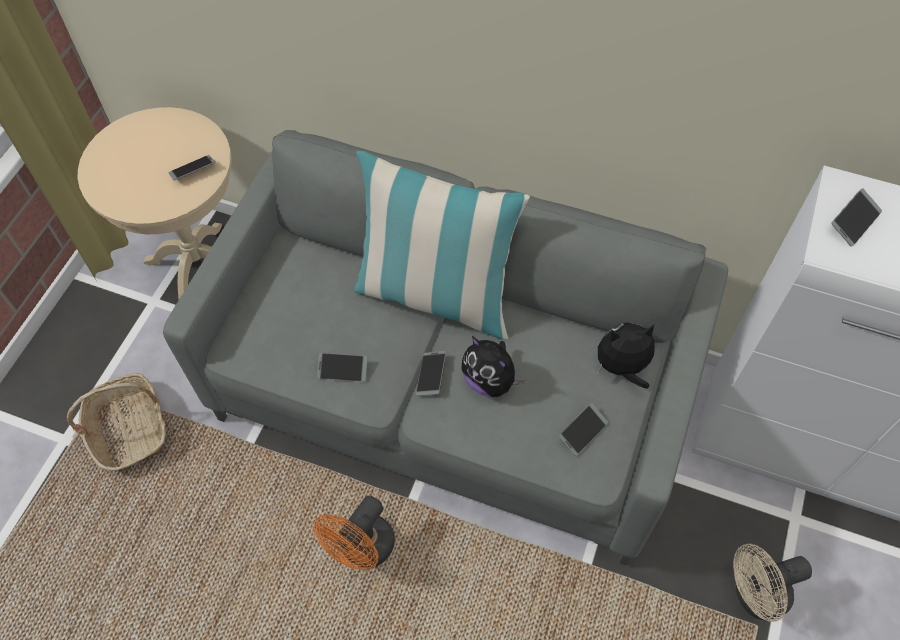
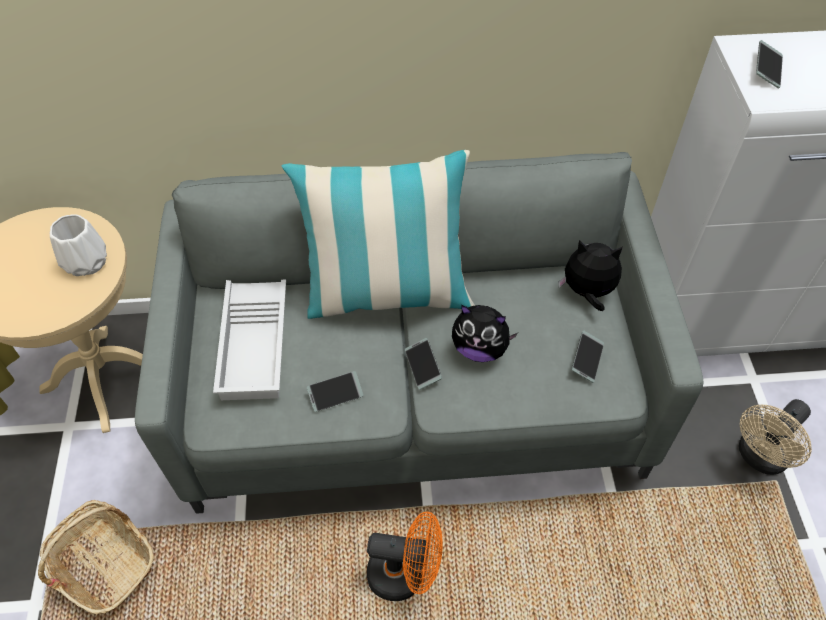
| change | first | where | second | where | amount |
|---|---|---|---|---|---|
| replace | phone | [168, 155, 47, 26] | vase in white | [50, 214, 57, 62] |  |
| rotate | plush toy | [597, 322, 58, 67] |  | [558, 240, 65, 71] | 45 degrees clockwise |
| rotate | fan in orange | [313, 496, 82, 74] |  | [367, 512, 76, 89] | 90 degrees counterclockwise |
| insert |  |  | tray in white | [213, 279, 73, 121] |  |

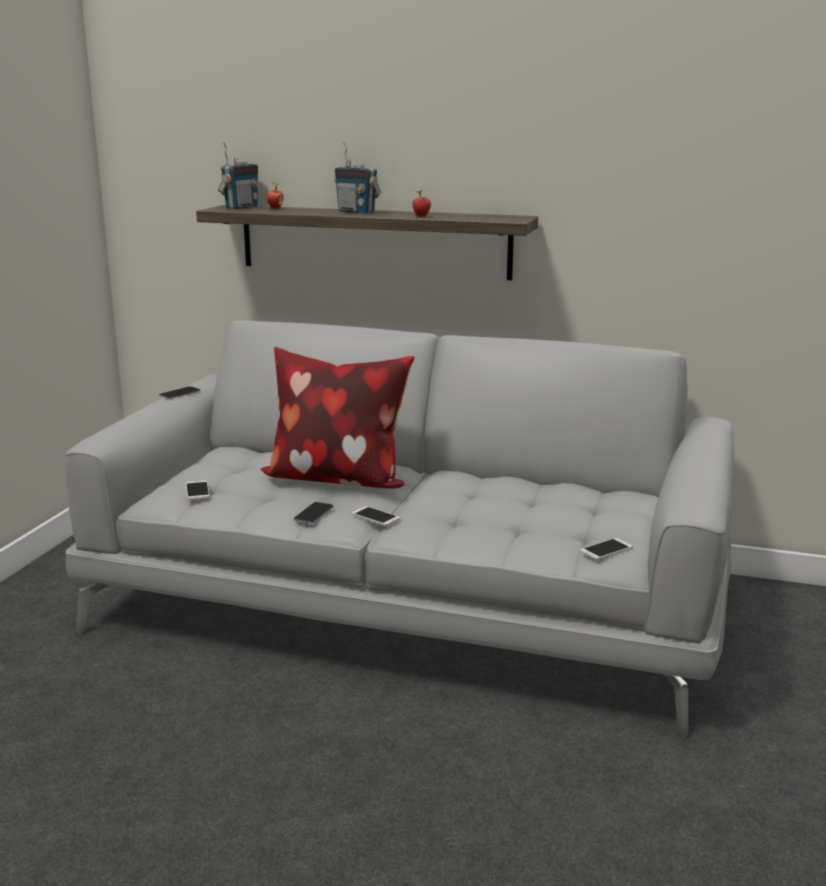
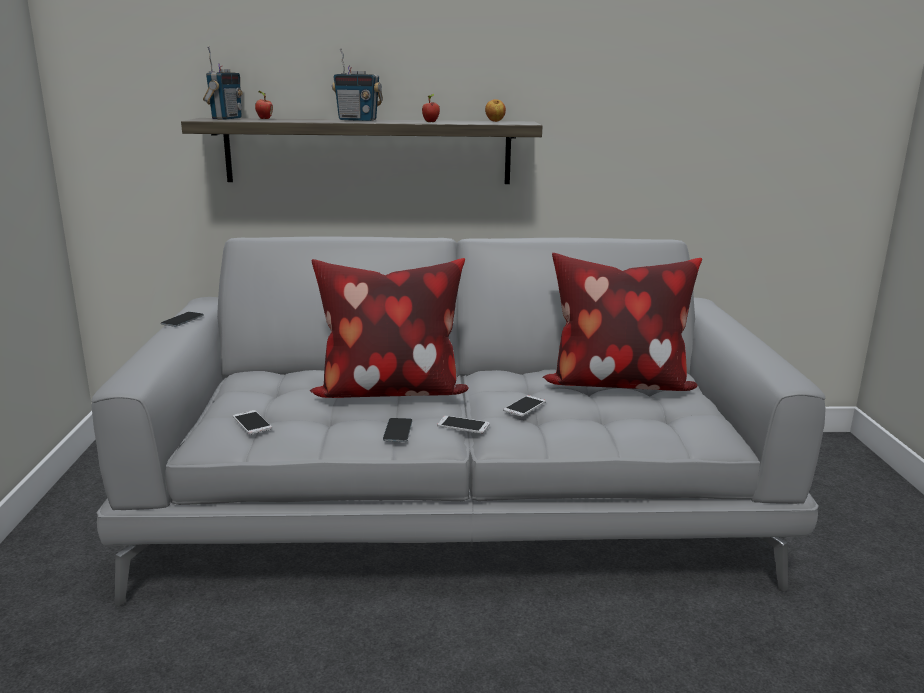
| change | first | where | second | where | amount |
|---|---|---|---|---|---|
| move | phone | [580, 538, 53, 22] |  | [503, 395, 43, 22] |  |
| insert |  |  | apple | [485, 99, 21, 23] |  |
| insert |  |  | pillow | [542, 253, 160, 138] |  |

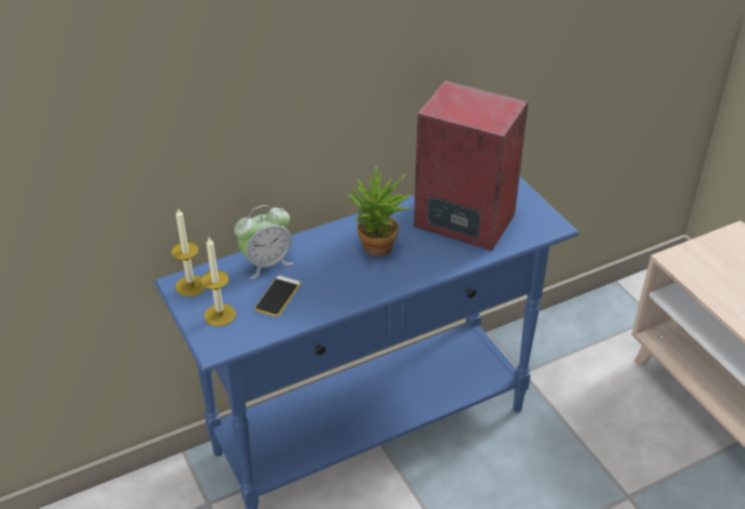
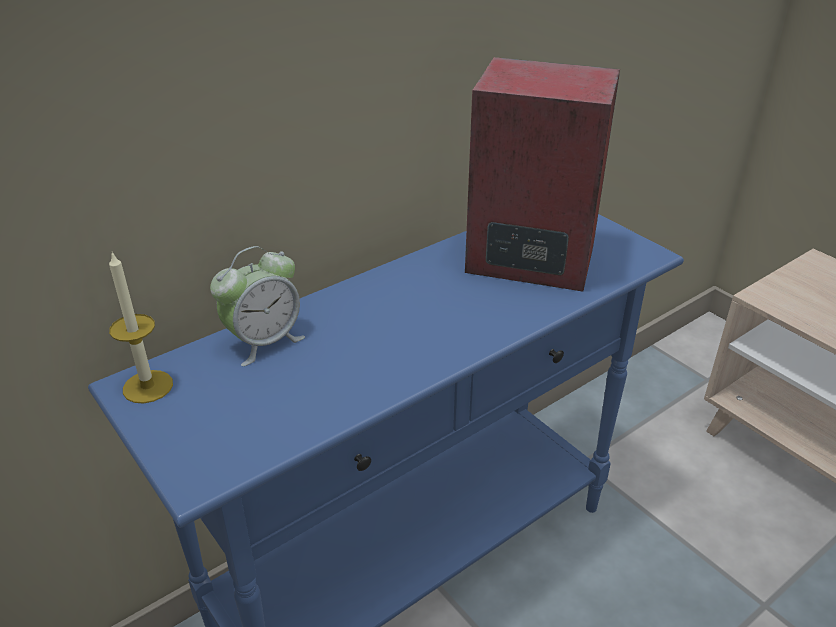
| change | first | where | second | where | amount |
|---|---|---|---|---|---|
| delete | potted plant | [348, 166, 63, 91] |  |  |  |
| delete | candle | [201, 237, 35, 90] |  |  |  |
| delete | phone | [255, 276, 46, 41] |  |  |  |

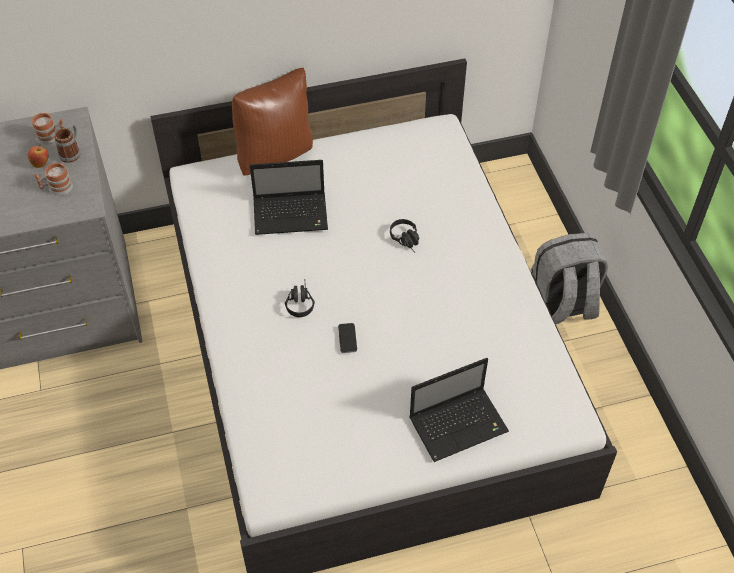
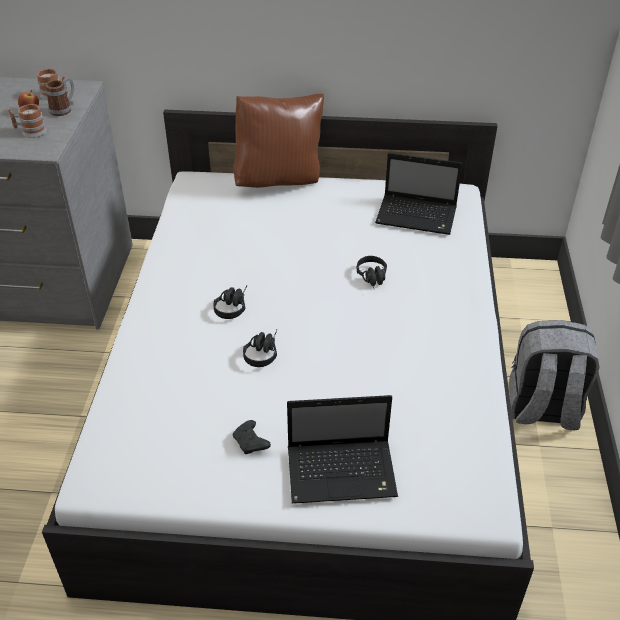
| change | first | where | second | where | amount |
|---|---|---|---|---|---|
| move | laptop | [250, 160, 78, 75] |  | [375, 153, 88, 82] |  |
| replace | phone | [338, 323, 19, 30] | headphones in black | [243, 329, 35, 38] |  |
| insert |  |  | game controller in black | [233, 420, 38, 34] |  |

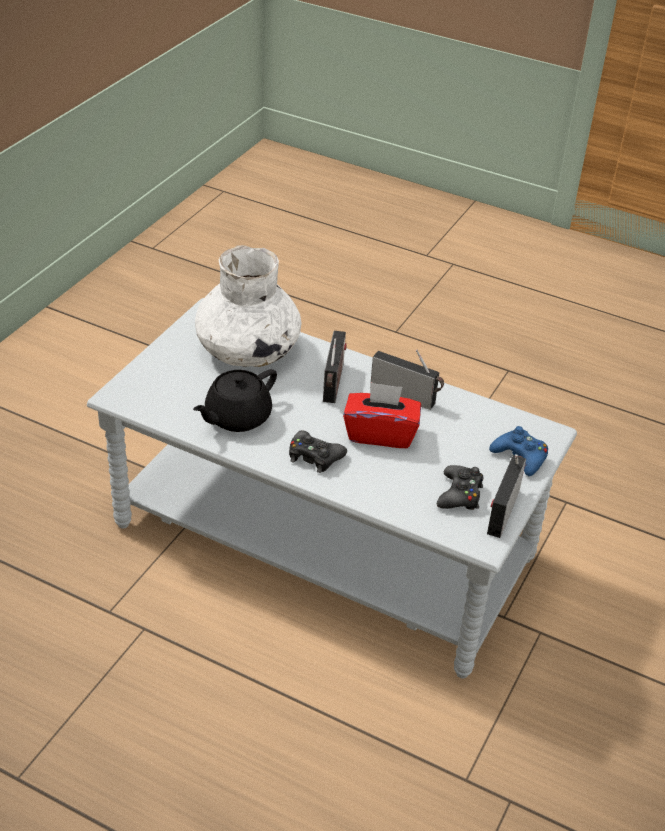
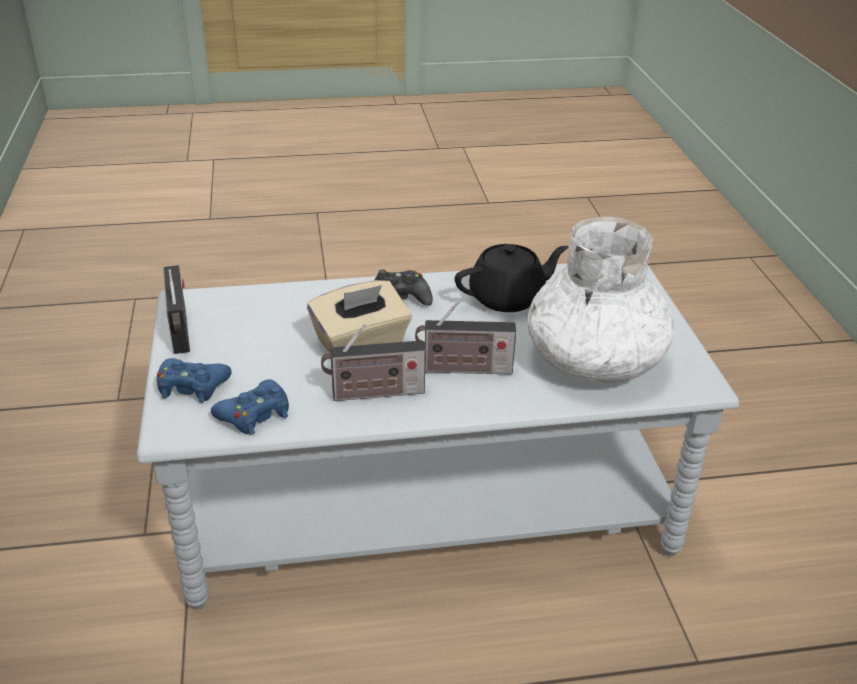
| change | first | where | second | where | amount |
|---|---|---|---|---|---|
| rotate | radio | [323, 331, 24, 72] |  | [415, 300, 101, 74] | 60 degrees counterclockwise |
| rotate | teapot in black | [193, 369, 84, 63] |  | [455, 244, 114, 68] | 60 degrees clockwise |
| recolor | tissue box in red | [343, 382, 78, 66] | tissue box in beige | [307, 280, 105, 73] |  |
| delete | game controller in black | [437, 465, 46, 45] |  |  |  |
| insert |  |  | game controller in blue | [211, 379, 78, 56] |  |

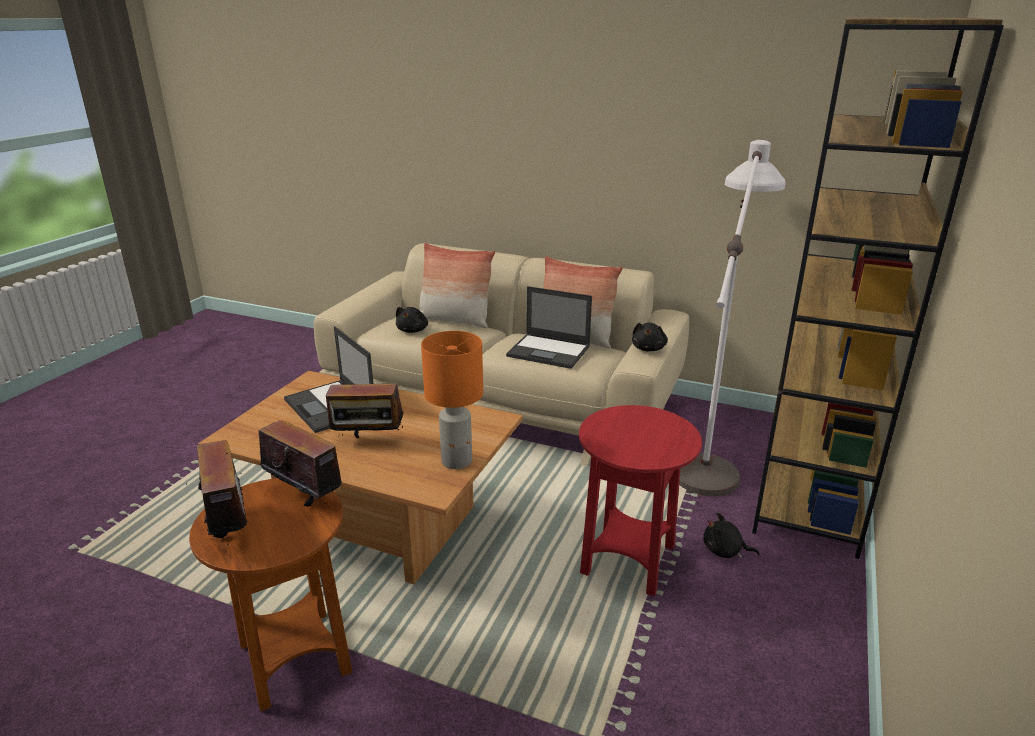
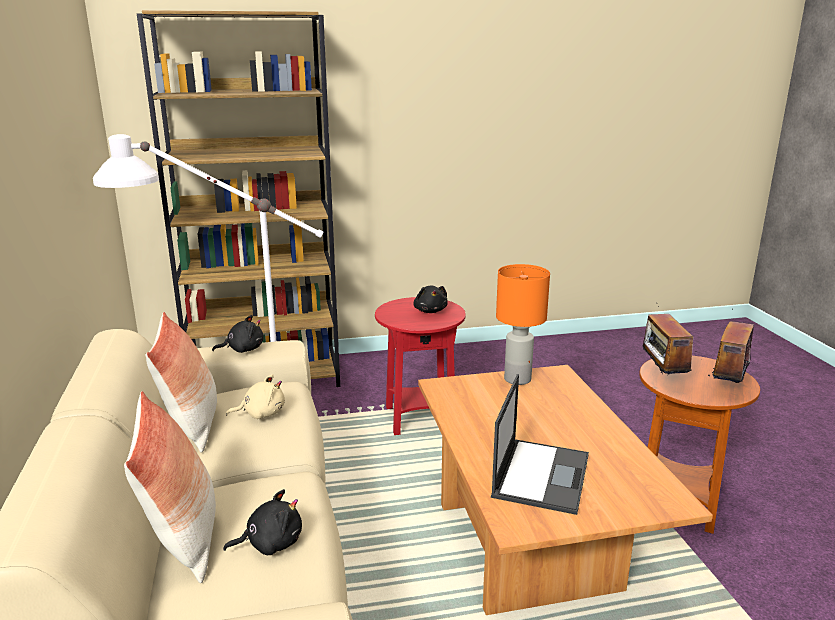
| change | first | where | second | where | amount |
|---|---|---|---|---|---|
| replace | laptop | [506, 286, 86, 83] | plush toy in beige | [226, 374, 59, 45] |  |
| delete | radio | [326, 378, 77, 60] |  |  |  |
| move | plush toy in black | [703, 513, 57, 45] |  | [413, 285, 35, 28] |  |

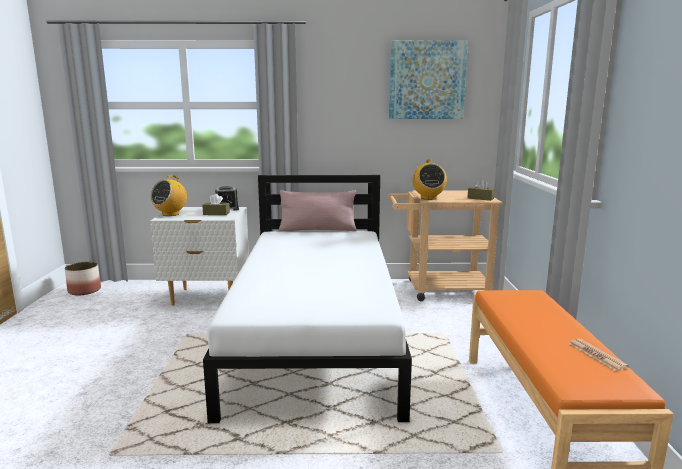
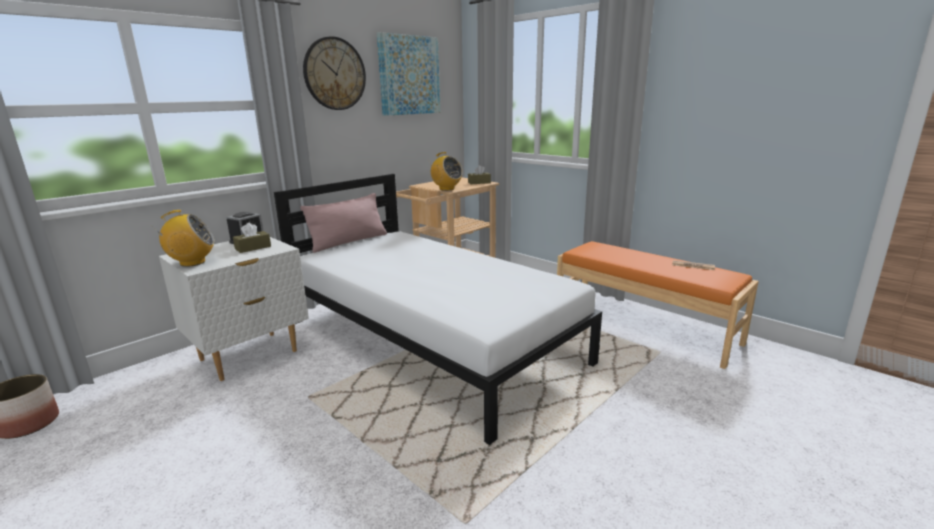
| change | first | where | second | where | amount |
|---|---|---|---|---|---|
| rotate | radio | [151, 175, 36, 41] |  | [152, 210, 63, 57] | 90 degrees counterclockwise |
| insert |  |  | wall clock | [303, 36, 63, 74] |  |

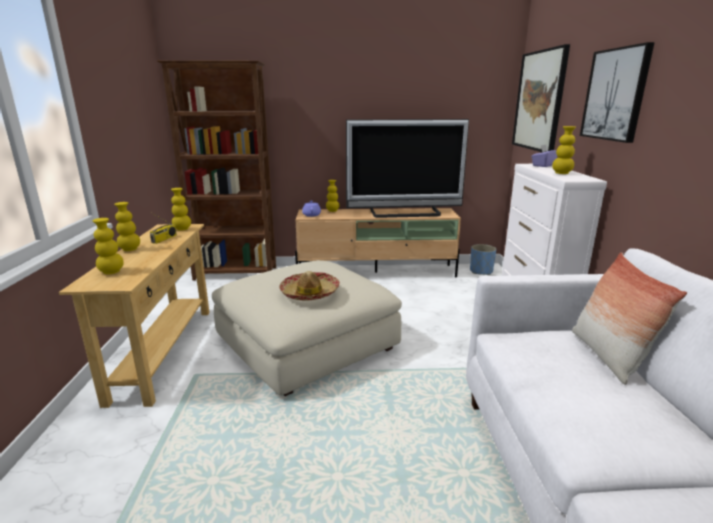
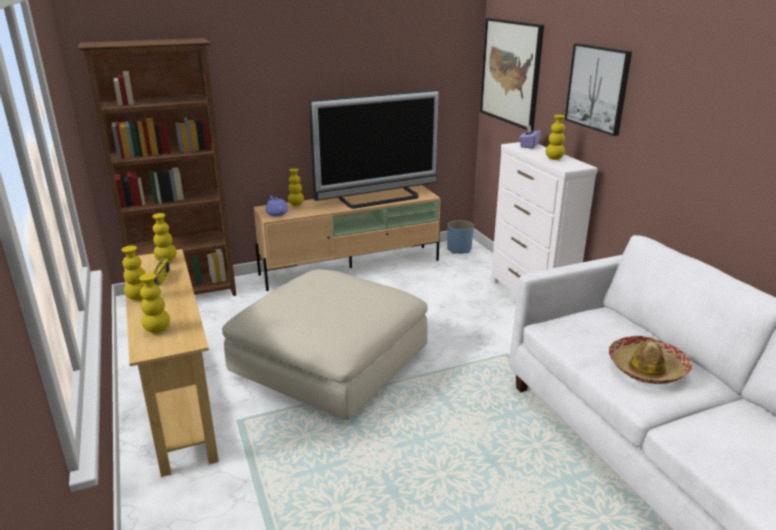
| change | first | where | second | where | amount |
|---|---|---|---|---|---|
| delete | pillow | [572, 252, 115, 133] |  |  |  |
| move | hat | [279, 271, 61, 30] |  | [609, 336, 83, 48] |  |

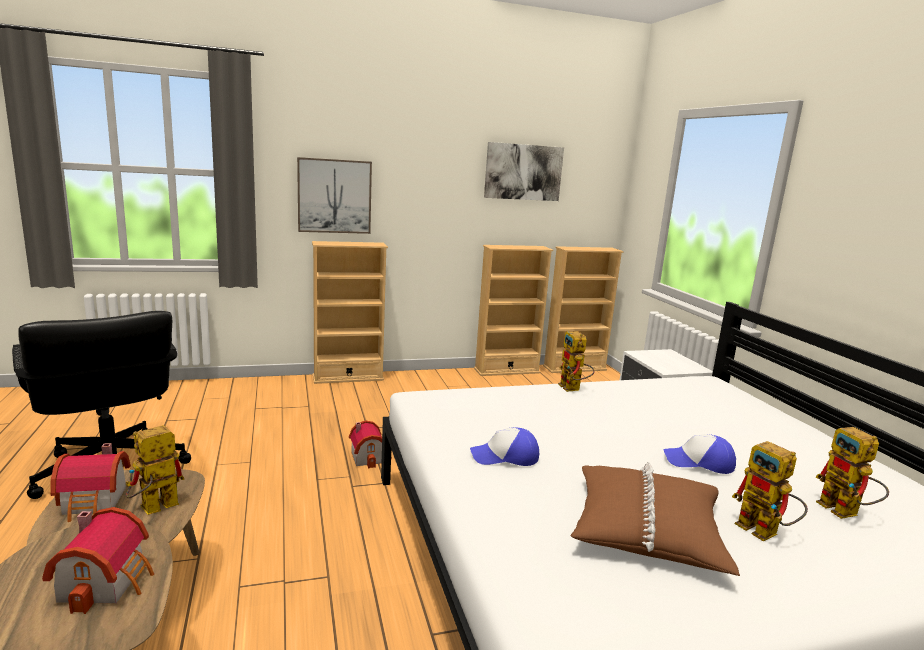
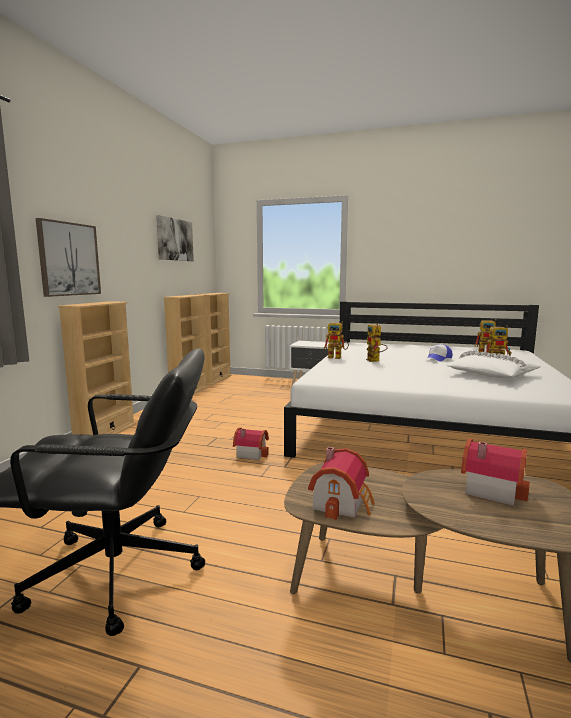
| change | first | where | second | where | amount |
|---|---|---|---|---|---|
| move | toy robot | [126, 425, 58, 90] |  | [366, 324, 22, 38] |  |
| delete | cap | [470, 427, 69, 39] |  |  |  |
| recolor | pillow in brown | [570, 462, 170, 114] | pillow in white | [445, 350, 96, 28] |  |

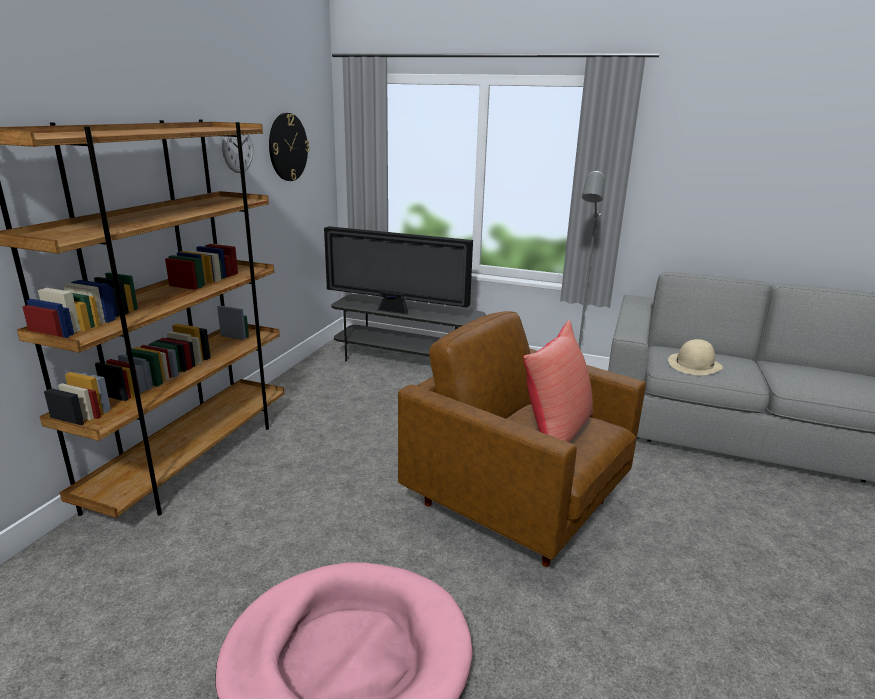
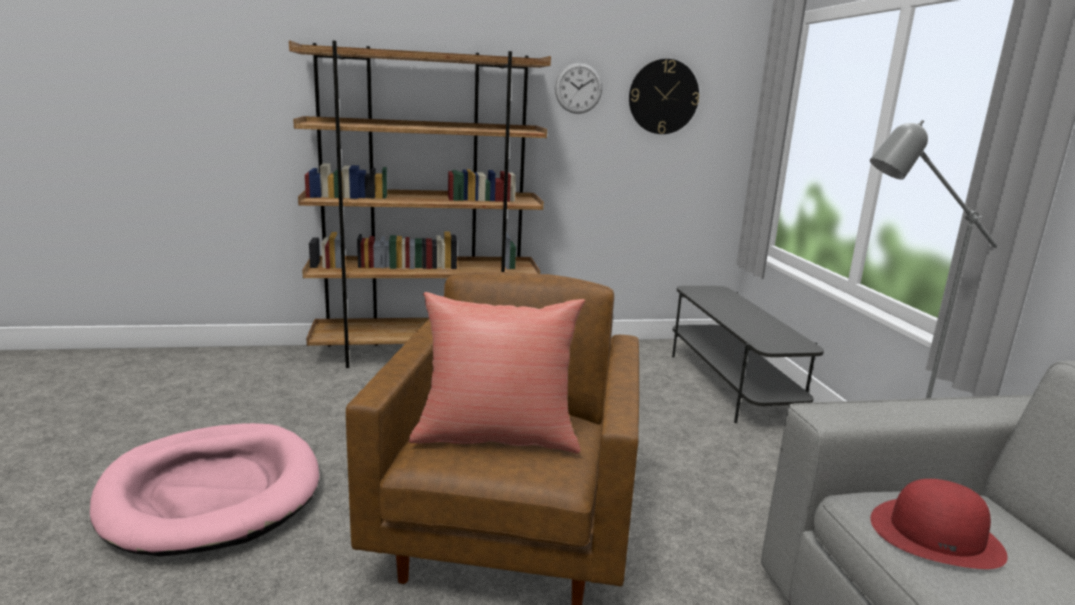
| change | first | where | second | where | amount |
|---|---|---|---|---|---|
| delete | television | [324, 226, 149, 89] |  |  |  |
| recolor | hat in beige | [668, 339, 55, 36] | hat in red | [870, 479, 138, 90] |  |

